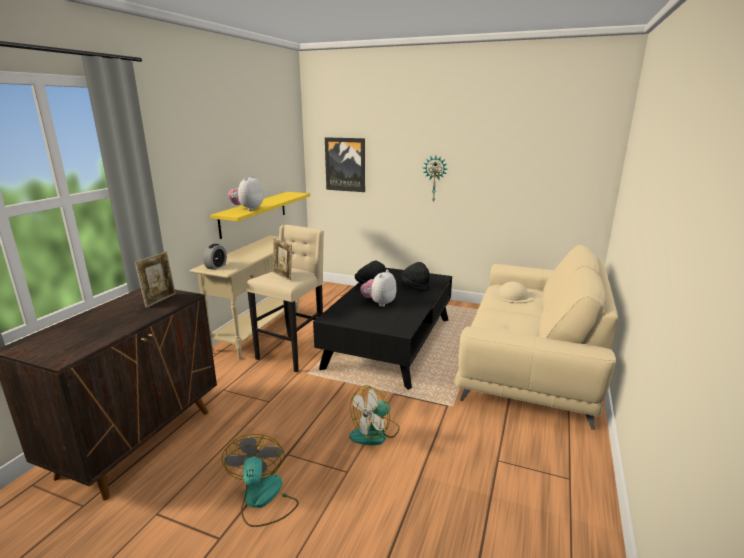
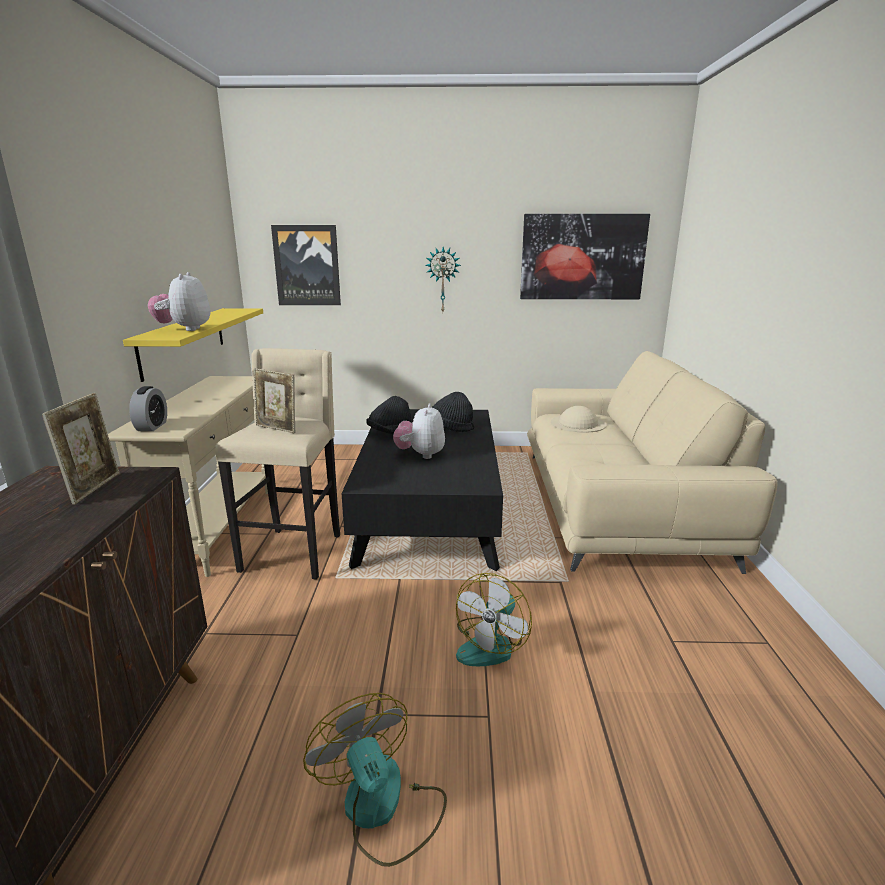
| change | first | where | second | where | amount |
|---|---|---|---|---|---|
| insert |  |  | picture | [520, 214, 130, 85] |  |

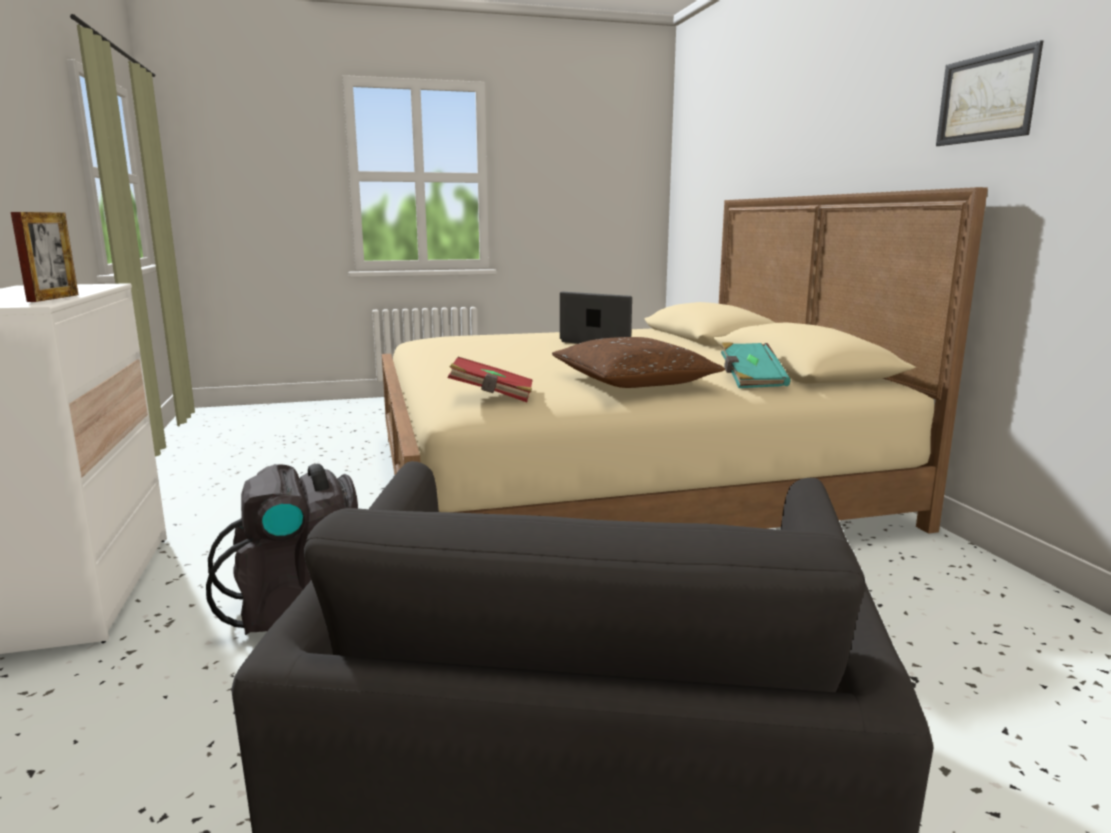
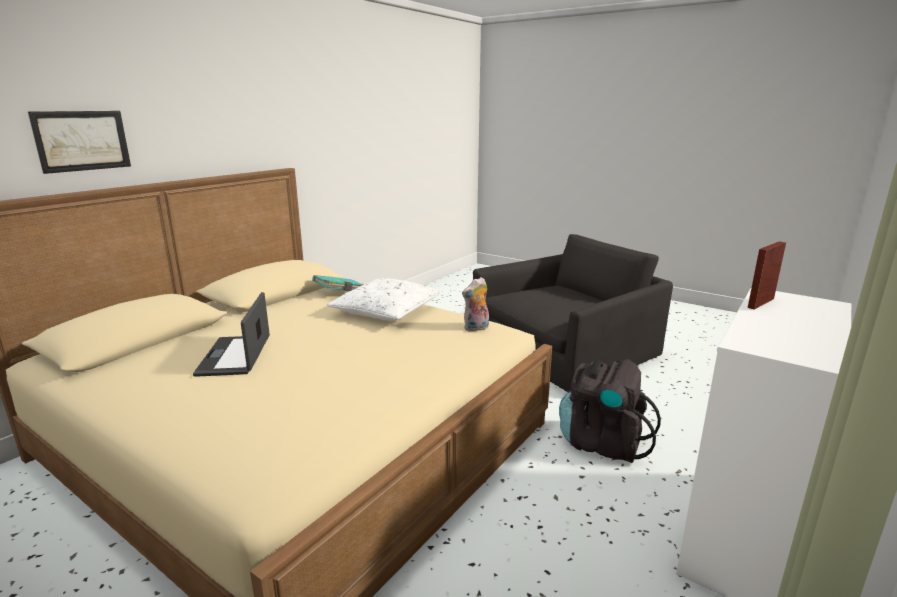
| change | first | where | second | where | amount |
|---|---|---|---|---|---|
| move | picture | [936, 40, 107, 106] |  | [28, 111, 103, 63] |  |
| recolor | pillow in brown | [552, 337, 173, 51] | pillow in white | [327, 278, 116, 43] |  |
| replace | book in red | [448, 357, 85, 45] | plush toy | [462, 277, 27, 55] |  |

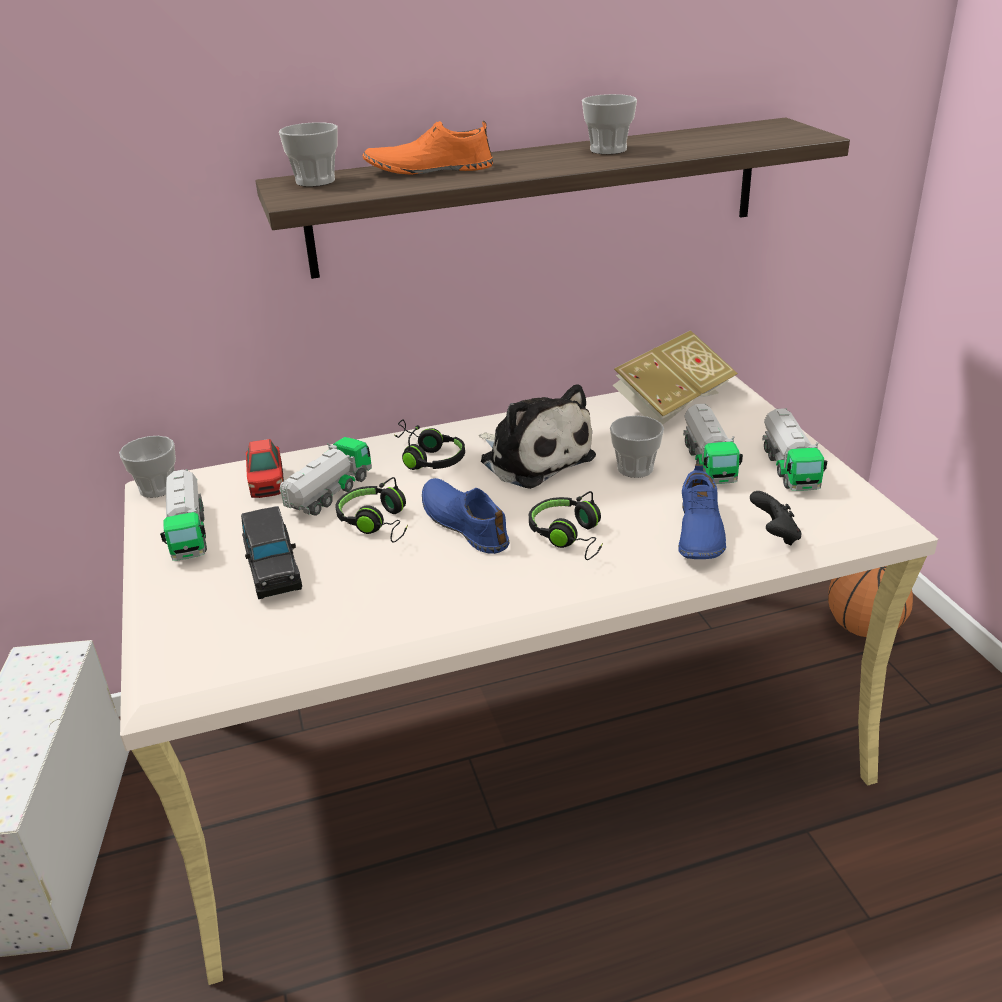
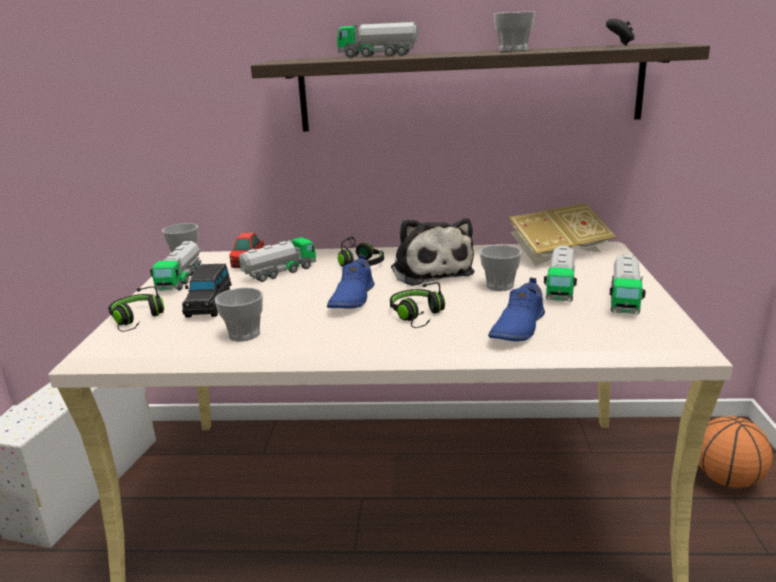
| change | first | where | second | where | amount |
|---|---|---|---|---|---|
| replace | shoe in orange | [362, 121, 131, 54] | toy truck | [337, 21, 81, 37] |  |
| move | cup | [279, 122, 58, 65] |  | [215, 287, 48, 55] |  |
| move | headphones in black | [335, 477, 73, 66] |  | [108, 286, 56, 46] |  |
| rotate | shoe in blue | [422, 478, 88, 76] |  | [327, 254, 48, 54] | 150 degrees counterclockwise |
| move | game controller in black | [750, 491, 51, 55] |  | [606, 19, 29, 26] |  |

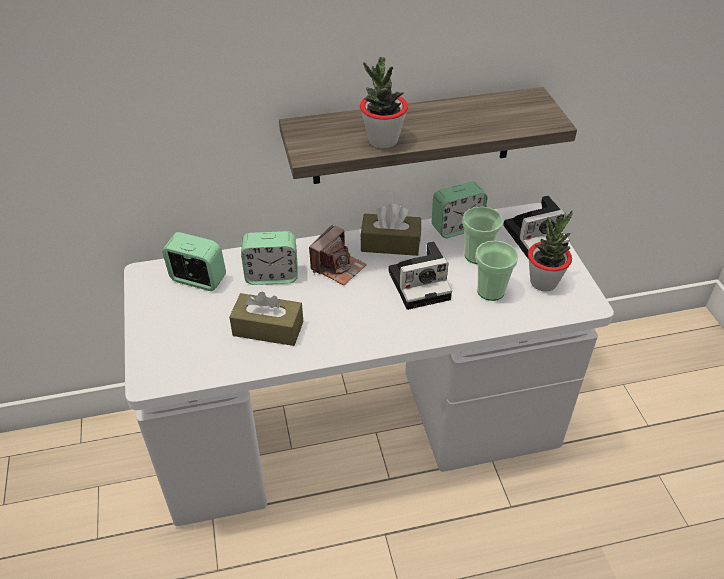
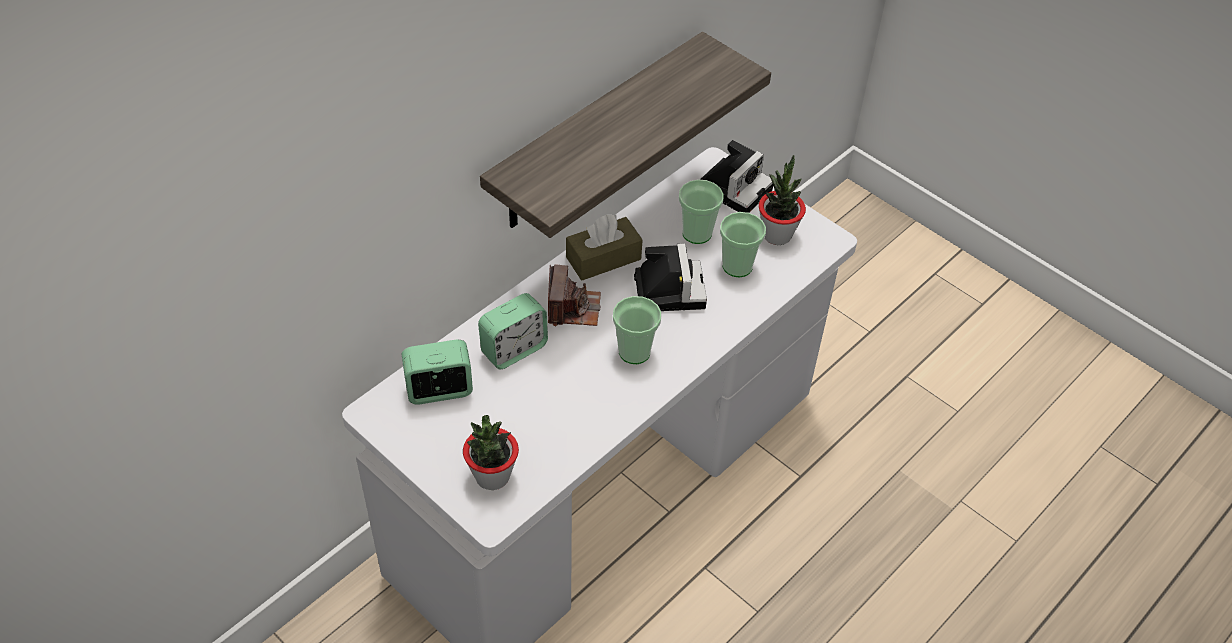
| change | first | where | second | where | amount |
|---|---|---|---|---|---|
| move | potted plant | [360, 57, 48, 92] |  | [463, 415, 56, 75] |  |
| delete | alarm clock | [432, 181, 56, 57] |  |  |  |
| rotate | photo camera | [388, 241, 64, 69] |  | [634, 243, 73, 68] | 45 degrees counterclockwise |
| delete | tissue box in brown | [229, 291, 74, 55] |  |  |  |
| insert |  |  | cup | [613, 296, 48, 68] |  |

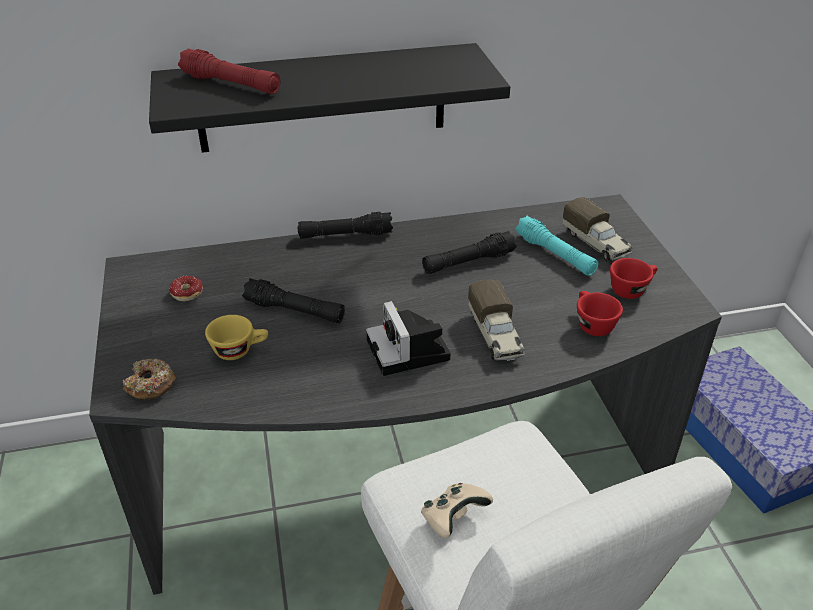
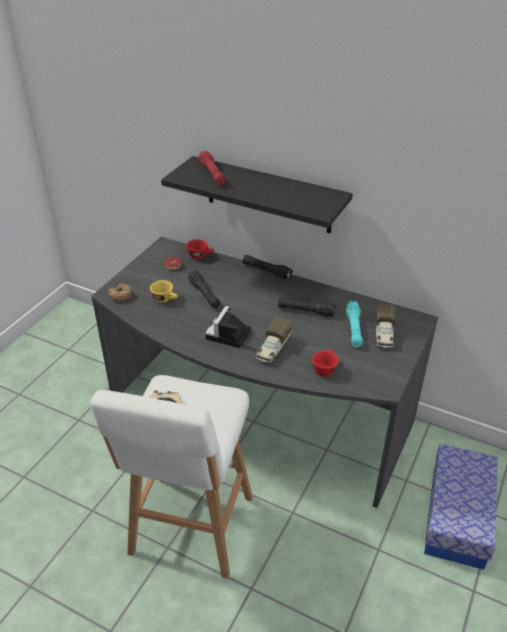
| change | first | where | second | where | amount |
|---|---|---|---|---|---|
| move | cup in red | [610, 258, 48, 41] |  | [186, 239, 28, 20] |  |

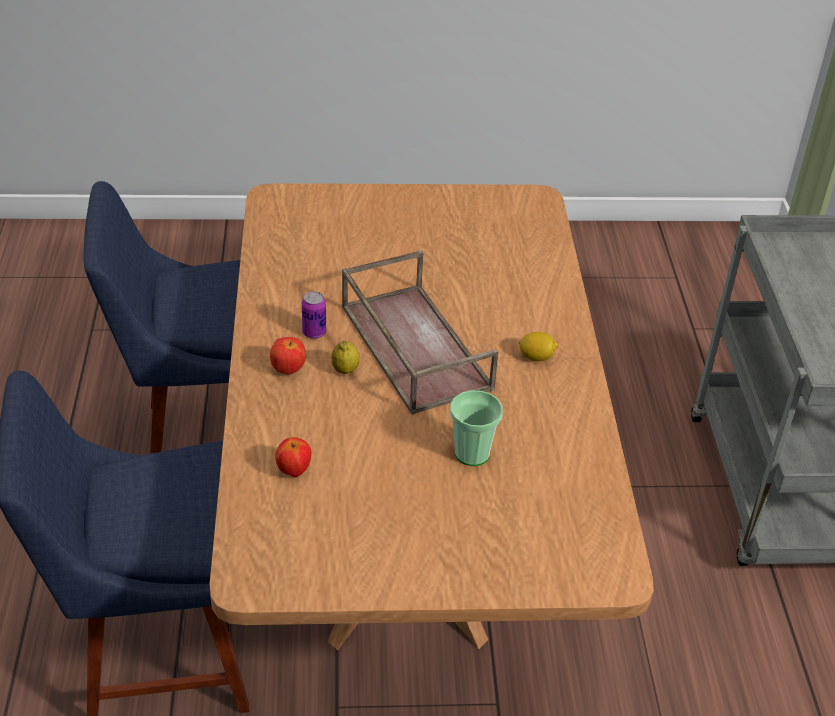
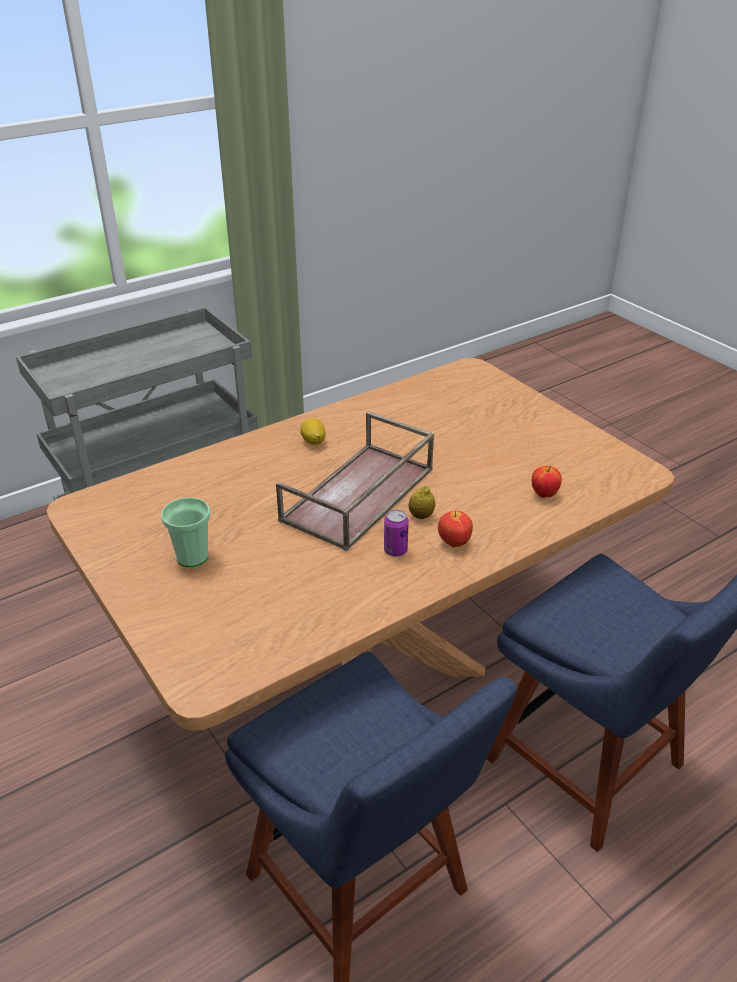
| change | first | where | second | where | amount |
|---|---|---|---|---|---|
| move | cup | [450, 390, 53, 76] |  | [161, 497, 49, 70] |  |

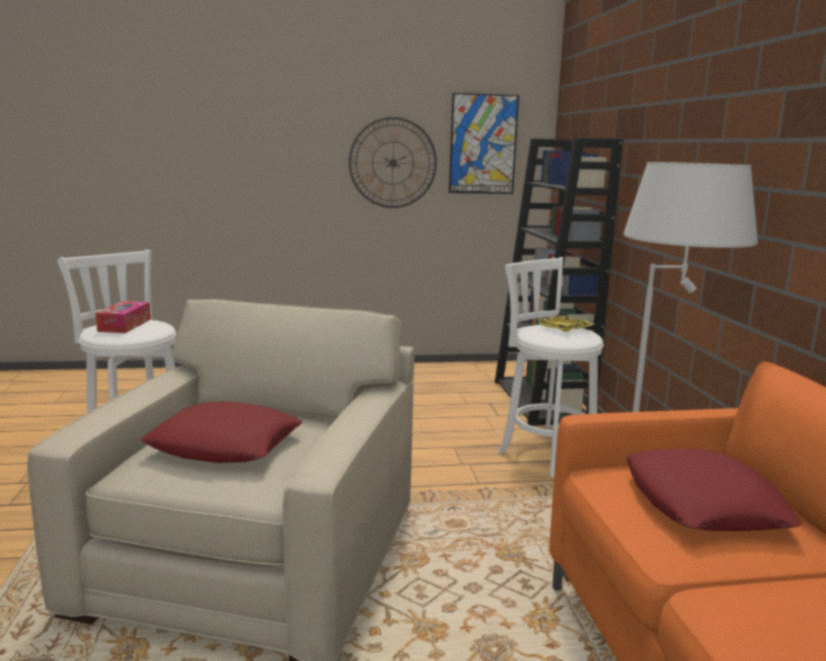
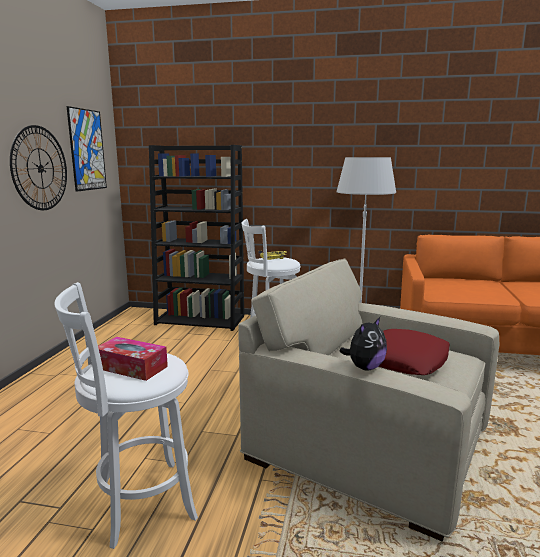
| change | first | where | second | where | amount |
|---|---|---|---|---|---|
| delete | pillow in red | [627, 448, 174, 83] |  |  |  |
| insert |  |  | plush toy | [340, 317, 47, 53] |  |

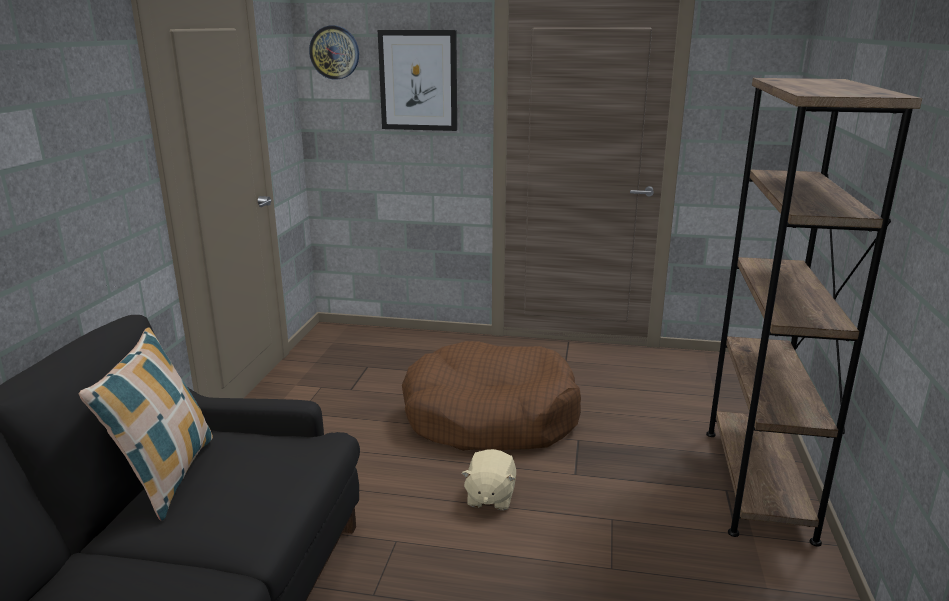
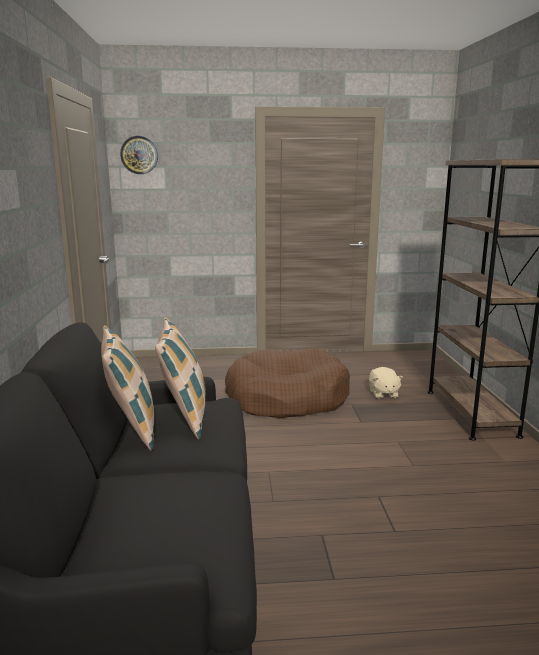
| change | first | where | second | where | amount |
|---|---|---|---|---|---|
| delete | picture | [378, 30, 79, 101] |  |  |  |
| move | plush toy in beige | [461, 449, 55, 61] |  | [369, 367, 34, 32] |  |
| insert |  |  | pillow | [155, 317, 51, 123] |  |

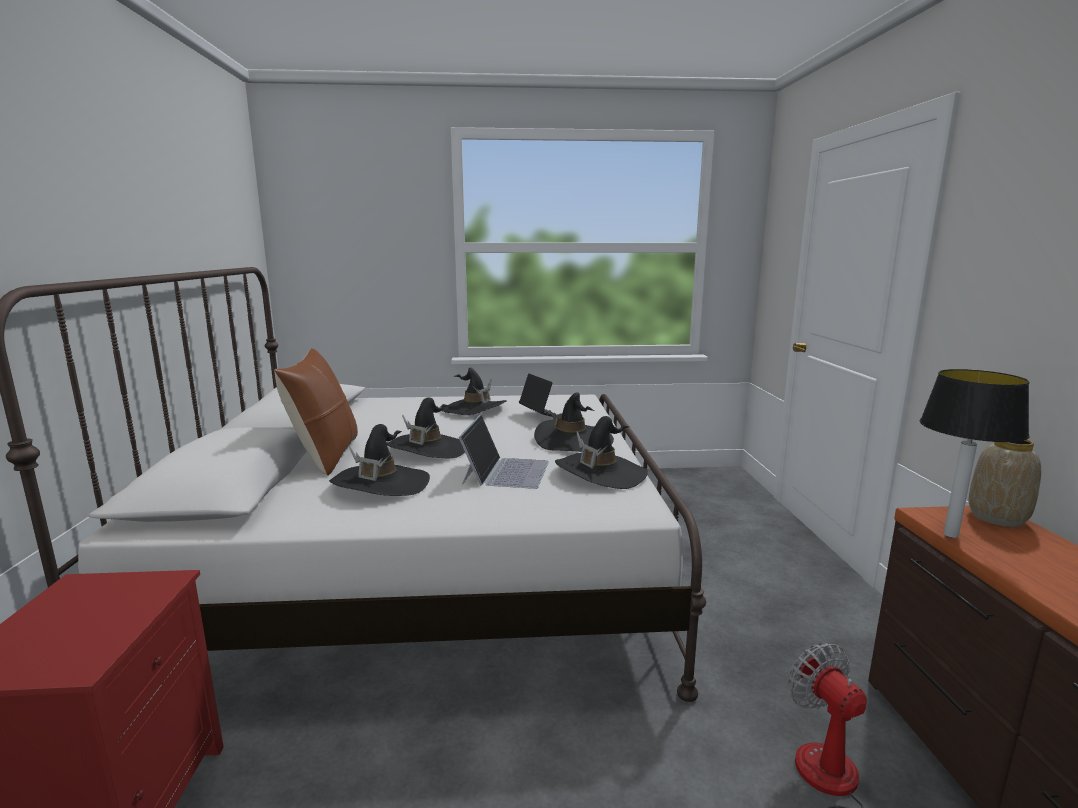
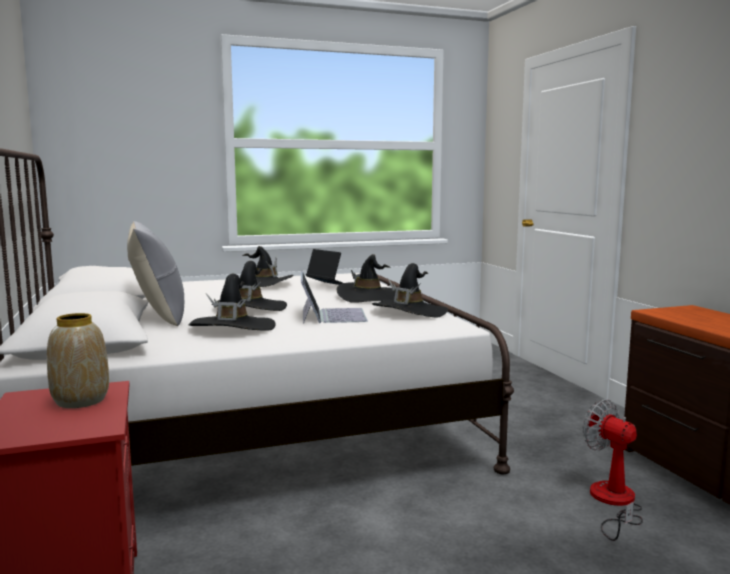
| change | first | where | second | where | amount |
|---|---|---|---|---|---|
| recolor | pillow in brown | [274, 348, 84, 128] | pillow in grey | [127, 221, 57, 105] |  |
| delete | table lamp | [920, 369, 110, 169] |  |  |  |
| move | vase | [969, 439, 72, 88] |  | [47, 313, 62, 95] |  |

